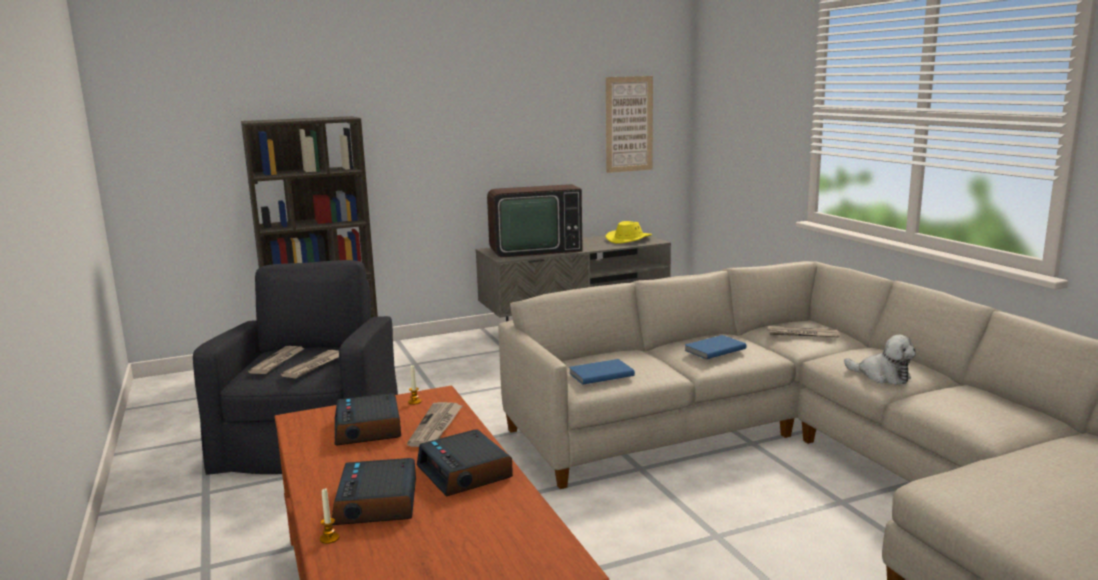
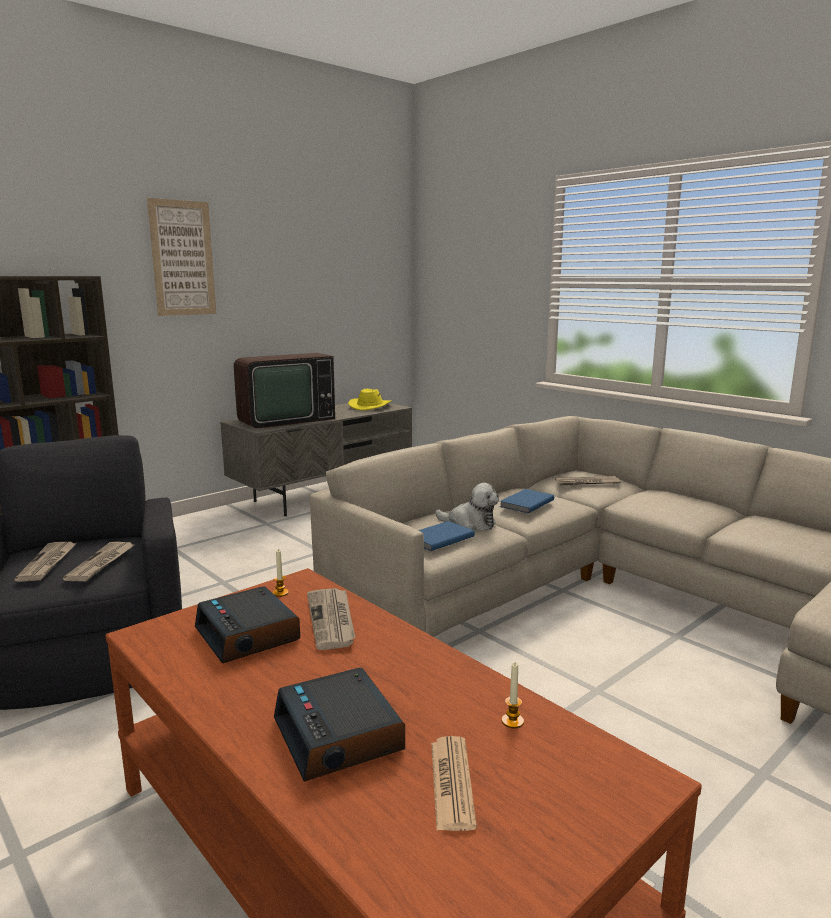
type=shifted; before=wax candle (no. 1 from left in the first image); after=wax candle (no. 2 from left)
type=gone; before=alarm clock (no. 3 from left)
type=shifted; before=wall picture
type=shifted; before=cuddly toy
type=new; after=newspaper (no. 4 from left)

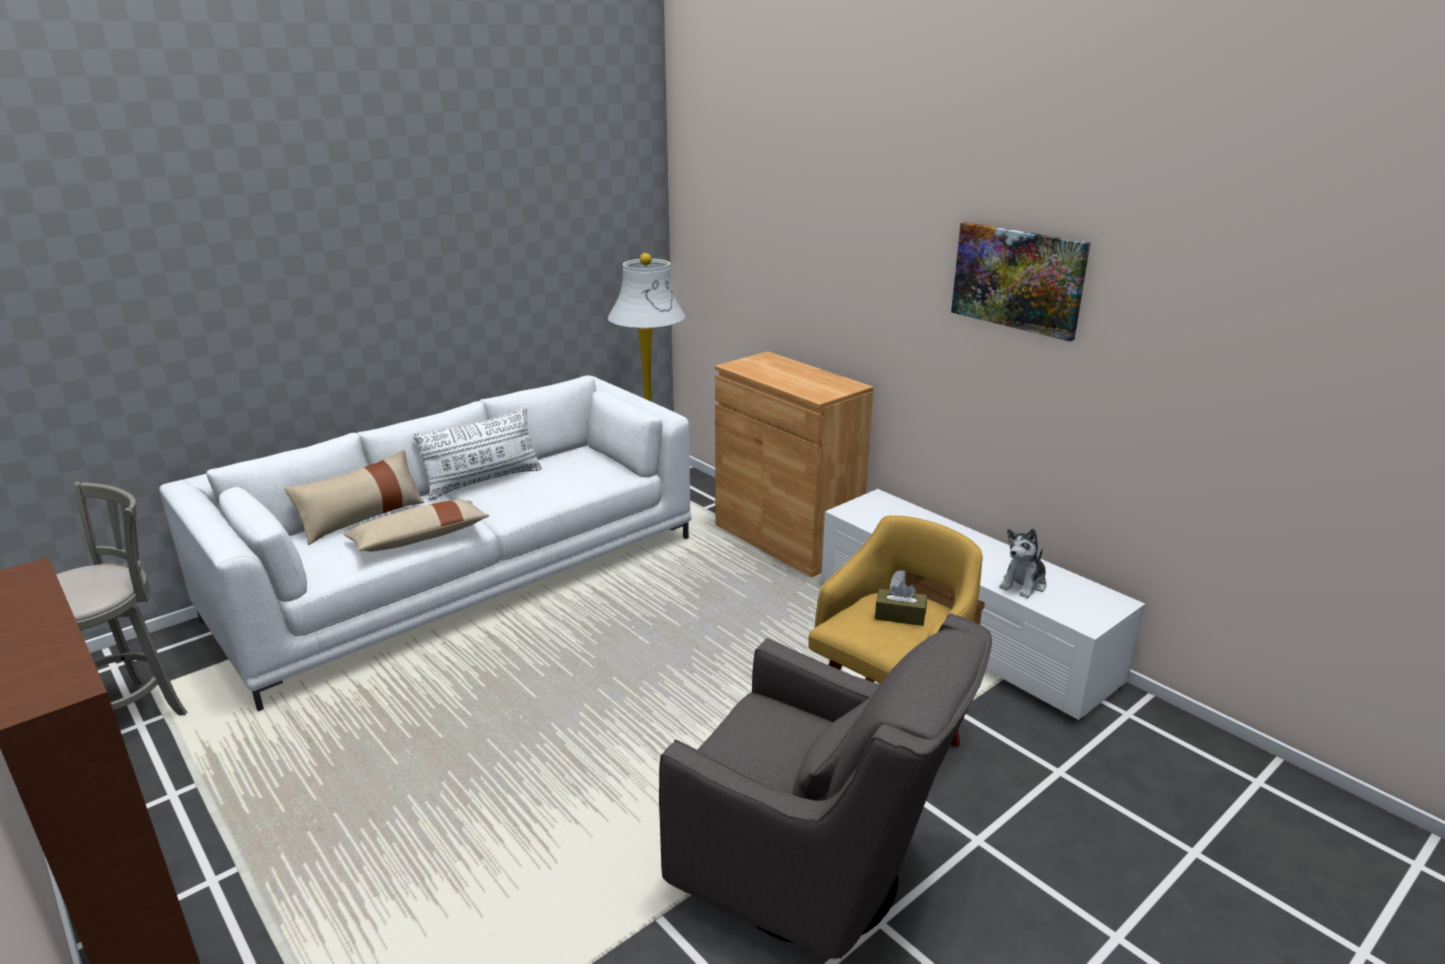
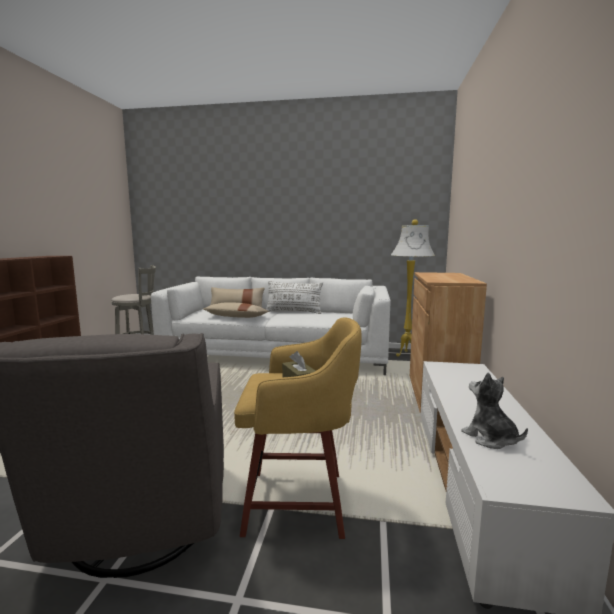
type=gone; before=wall picture
type=rotated; before=cuddly toy; turn=60

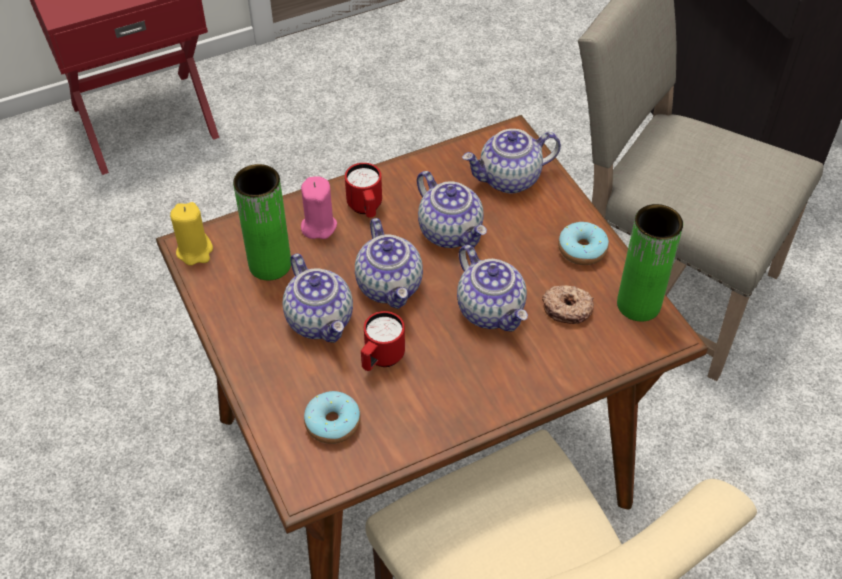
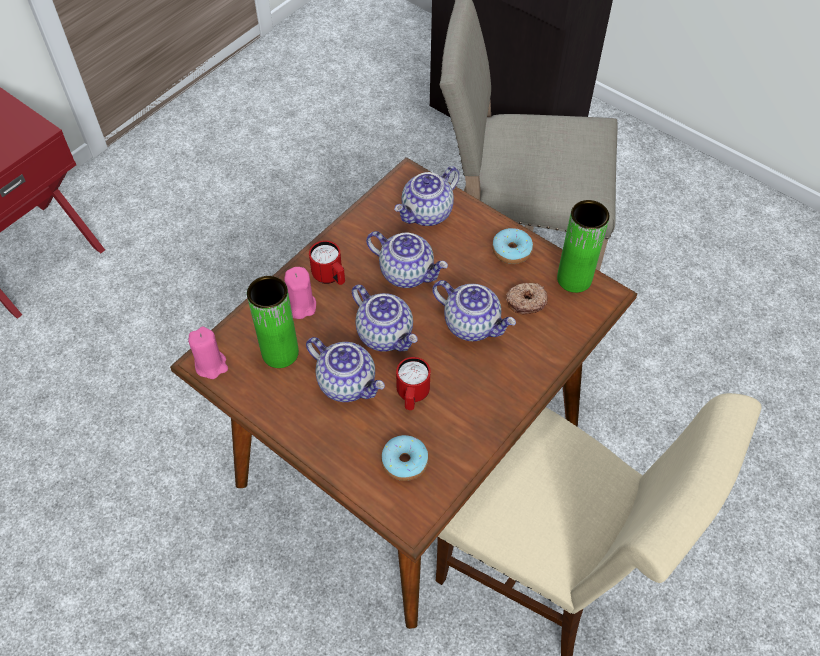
type=repainted; before=yellow-coloured wax candle; after=pink-coloured wax candle (no. 1 from left)

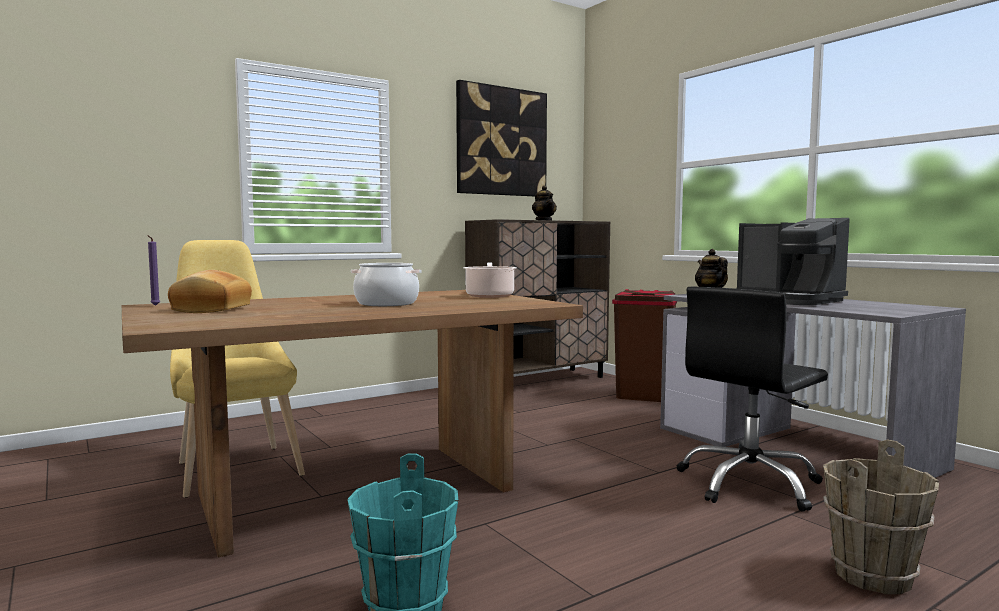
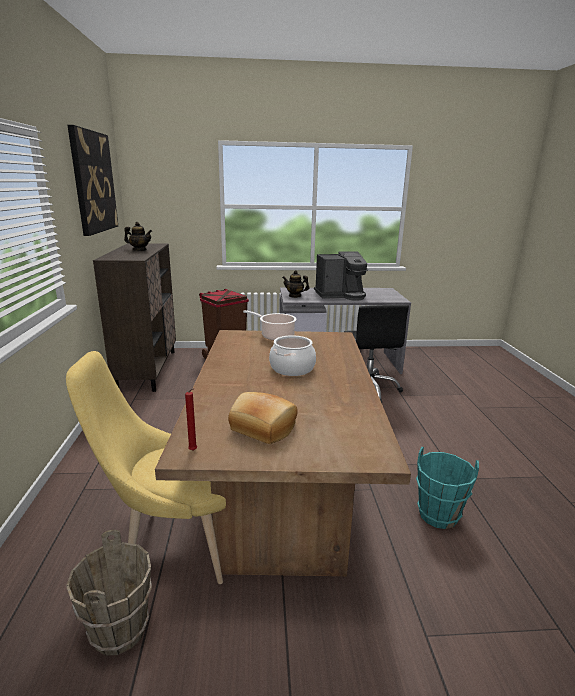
type=repainted; before=purple-coloured wax candle; after=reddish wax candle
type=shifted; before=brownish water bucket

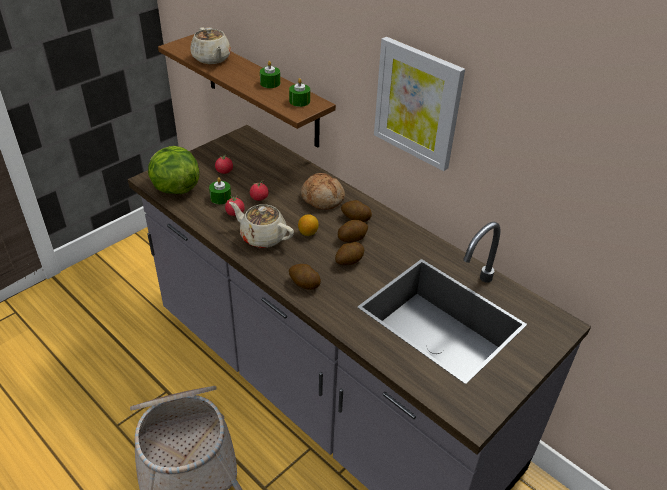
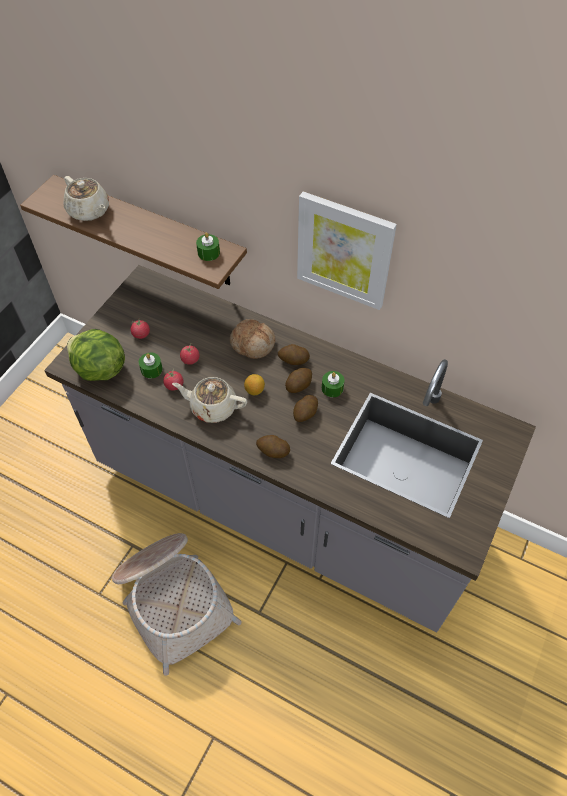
type=shifted; before=green wax candle (no. 2 from left in the first image); after=green wax candle (no. 3 from left)

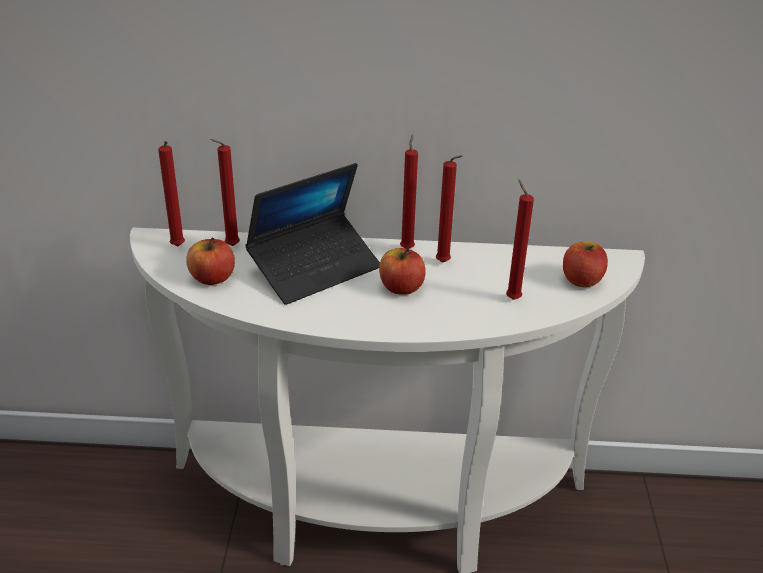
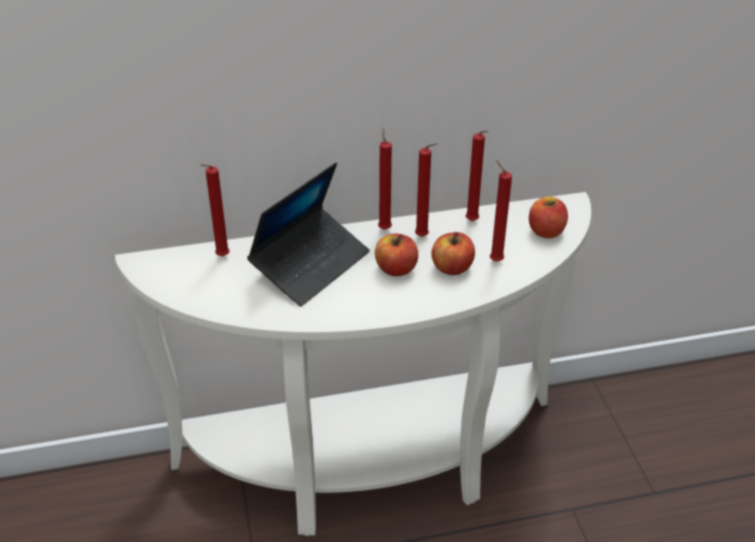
type=shifted; before=reddish wax candle (no. 1 from left in the first image); after=reddish wax candle (no. 4 from left)
type=shifted; before=whole apple (no. 1 from left in the first image); after=whole apple (no. 2 from left)

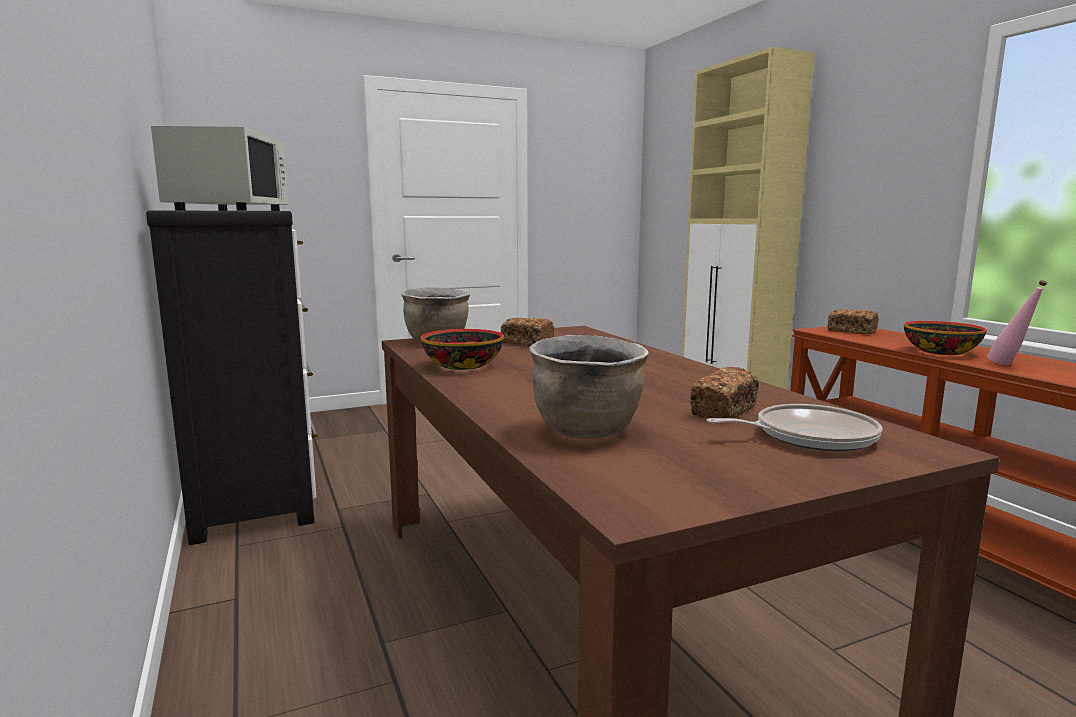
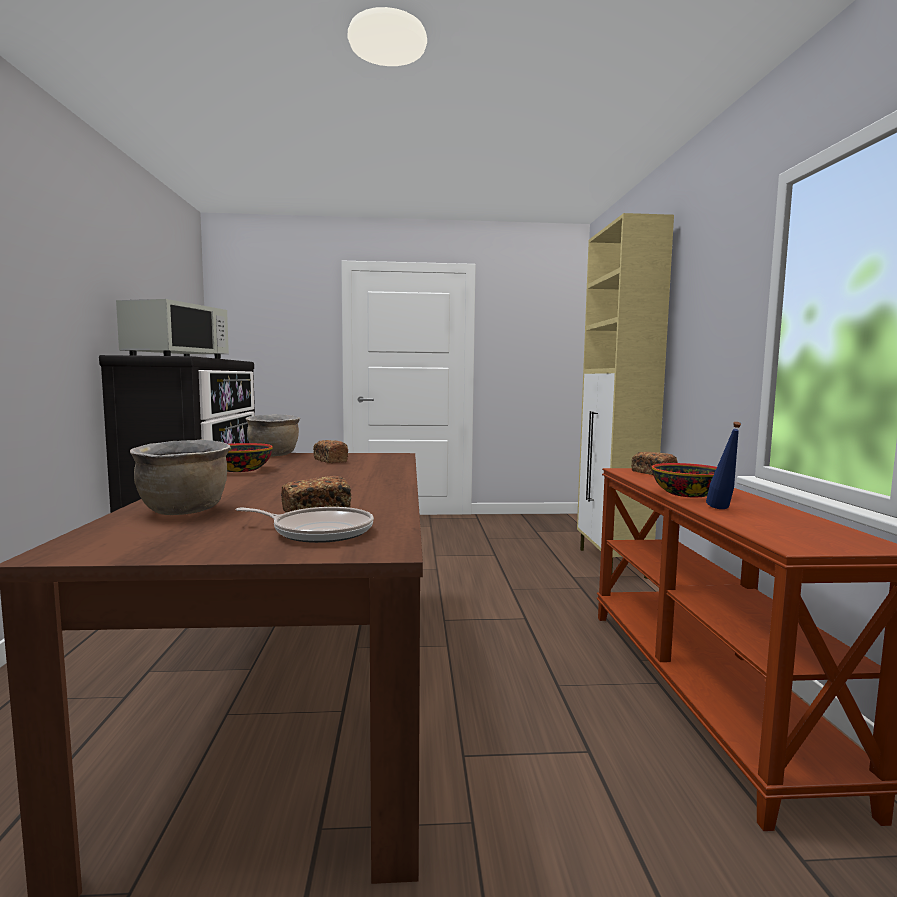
type=repainted; before=pink-coloured beverage bottle; after=blue beverage bottle

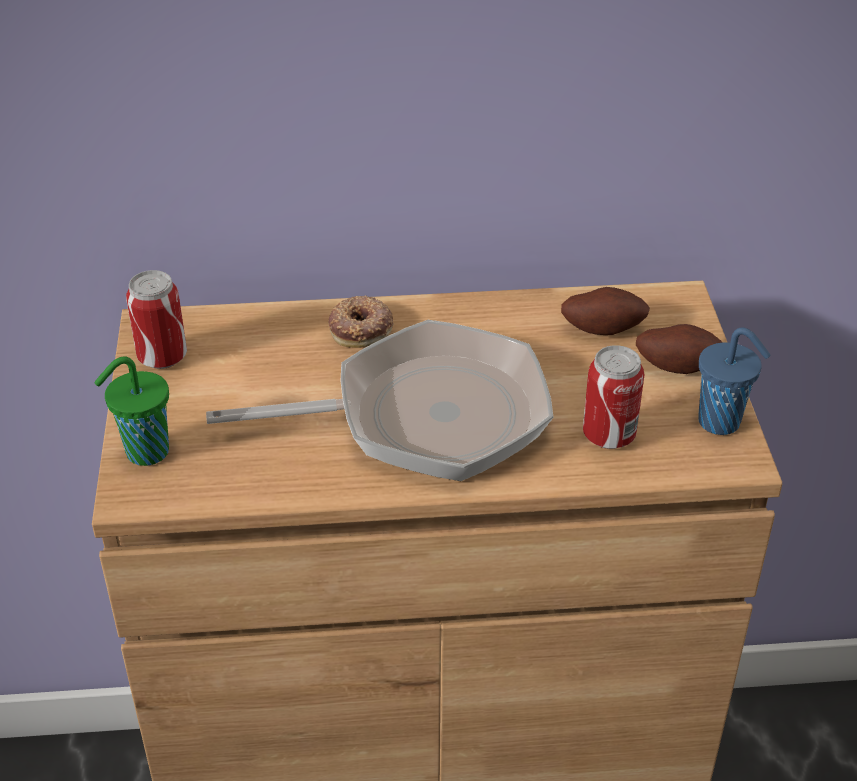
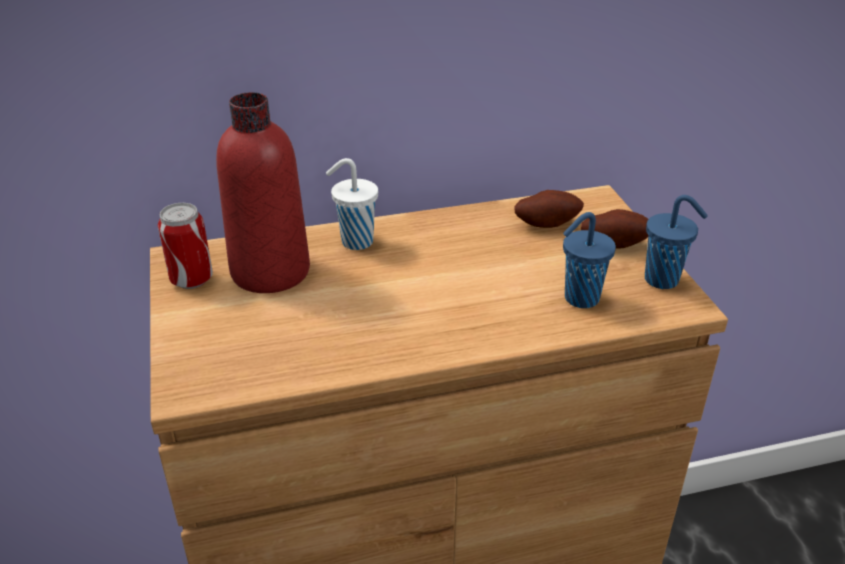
type=gone; before=green cup
type=gone; before=frying pan
type=swapped; before=ring doughnut; after=white cup
type=swapped; before=metal can (no. 2 from left); after=blue cup (no. 1 from left)
type=new; after=reddish beverage bottle

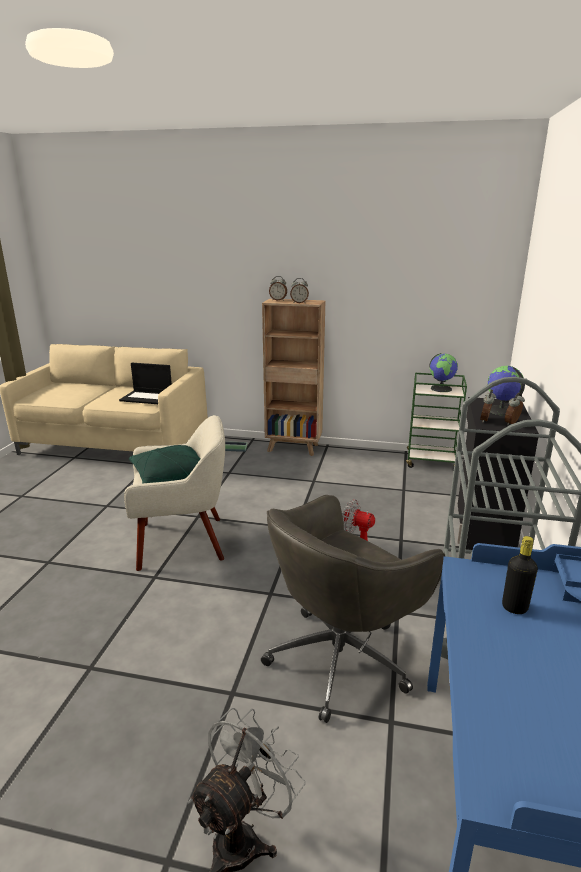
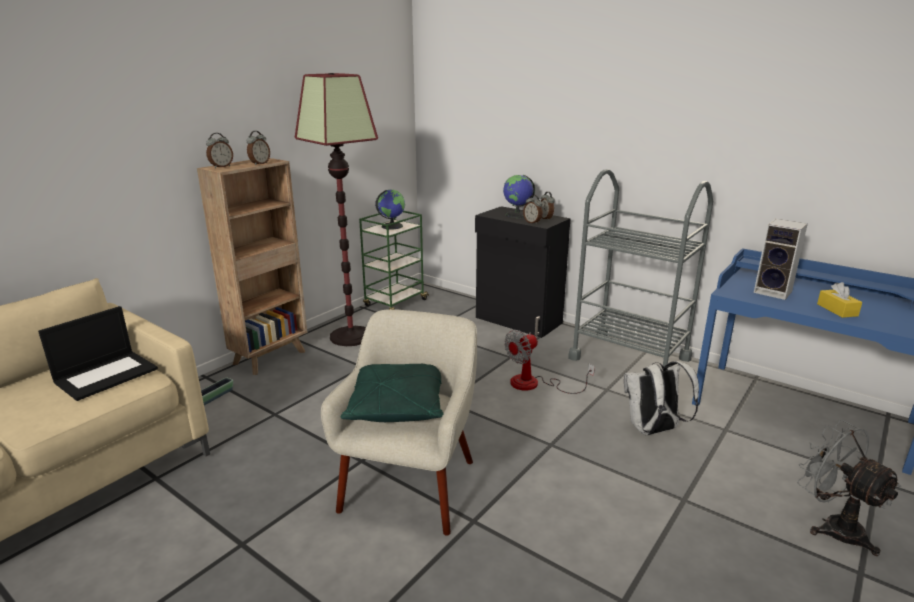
type=swapped; before=gray office chair; after=white rucksack
type=swapped; before=blackish beverage bottle; after=loudspeaker
type=new; after=floor lamp
type=new; after=yellow-coloured tissue box

